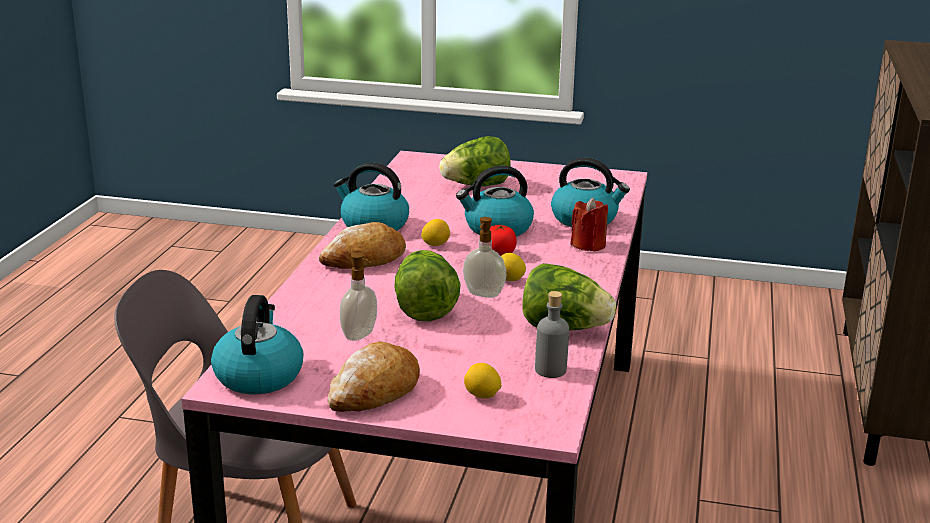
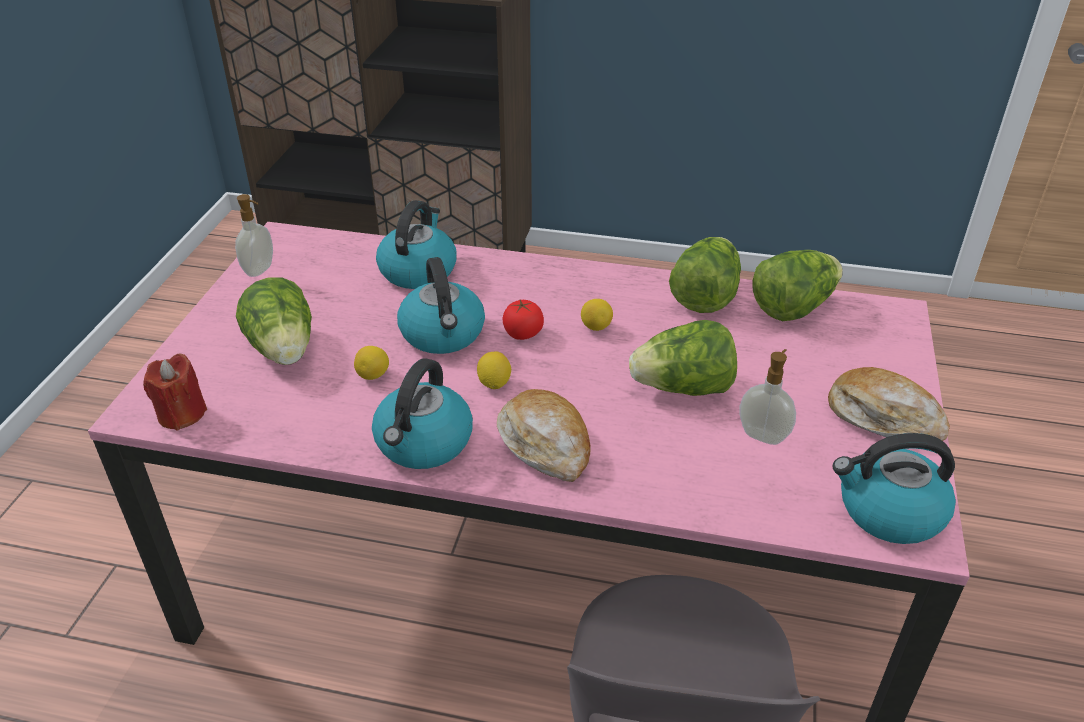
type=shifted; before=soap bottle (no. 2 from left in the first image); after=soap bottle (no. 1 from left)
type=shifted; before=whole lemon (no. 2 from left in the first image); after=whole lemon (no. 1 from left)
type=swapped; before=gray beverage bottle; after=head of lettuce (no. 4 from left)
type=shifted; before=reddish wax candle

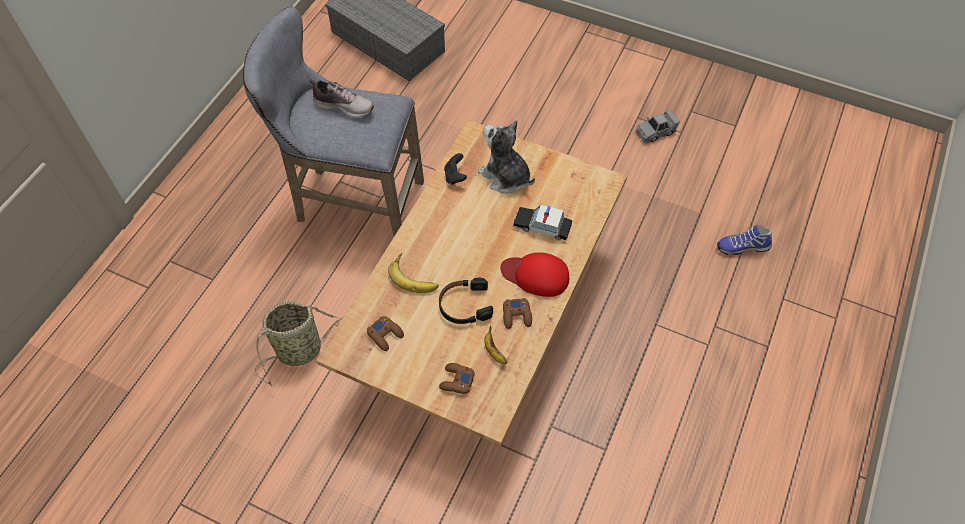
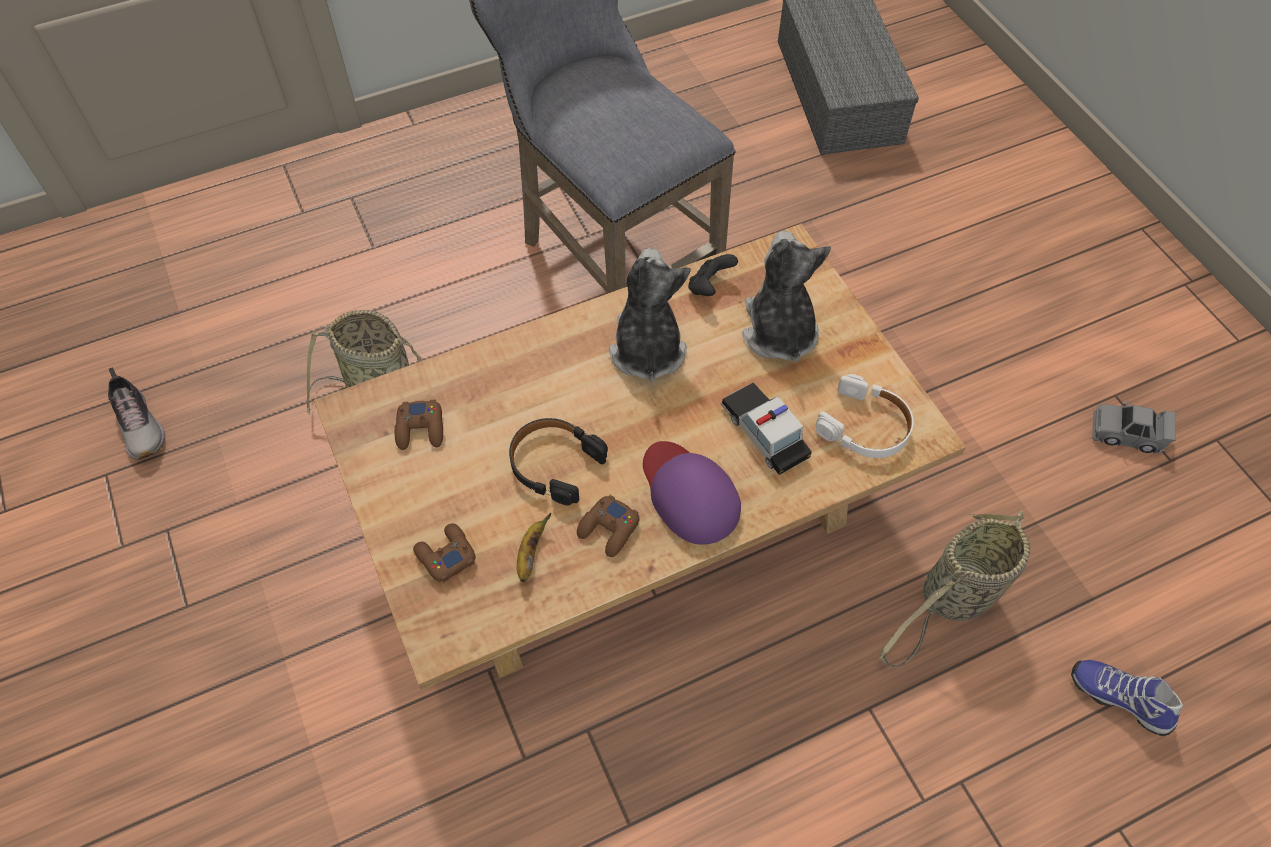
type=shifted; before=item of footwear (no. 1 from left)
type=gone; before=banana (no. 1 from left)
type=repainted; before=reddish peaked cap; after=purple-coloured peaked cap
type=new; after=cuddly toy (no. 1 from left)
type=new; after=white headphones
type=new; after=basket (no. 2 from left)

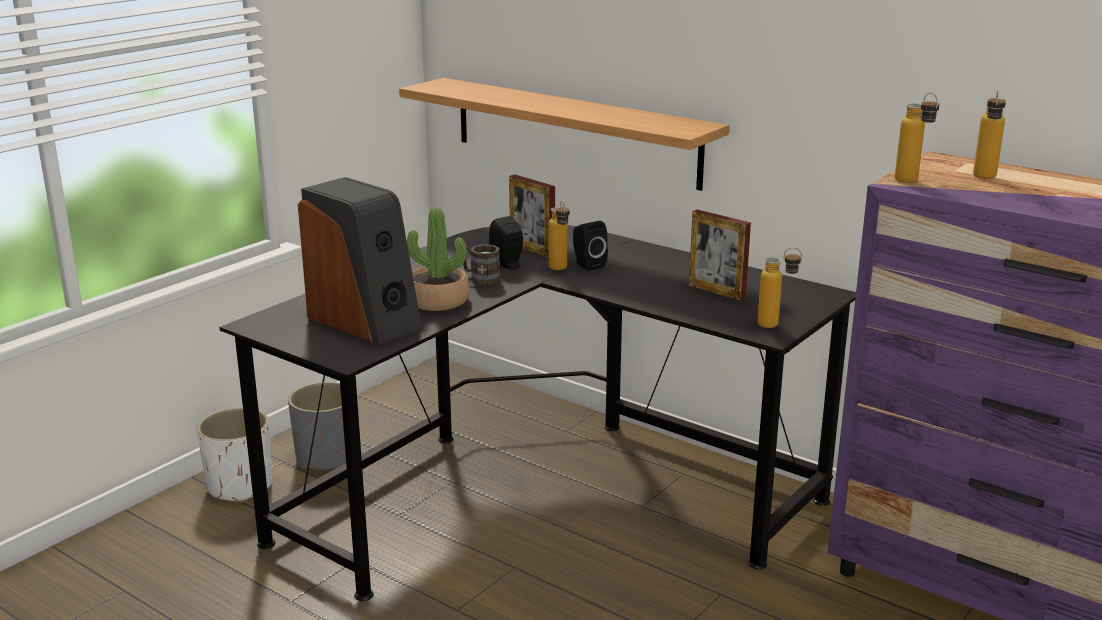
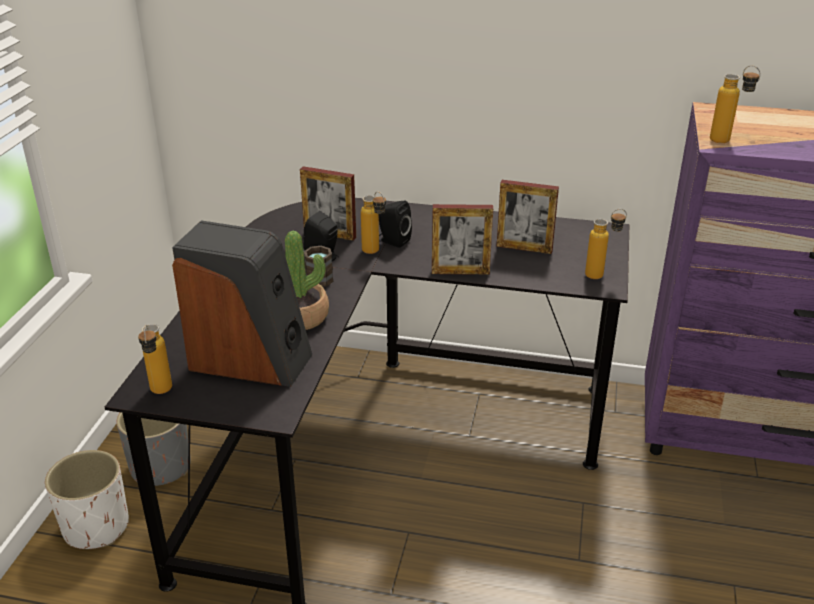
type=gone; before=wall shelf
type=shifted; before=beverage bottle (no. 4 from left in the first image); after=beverage bottle (no. 1 from left)
type=new; after=standing frame (no. 2 from left)

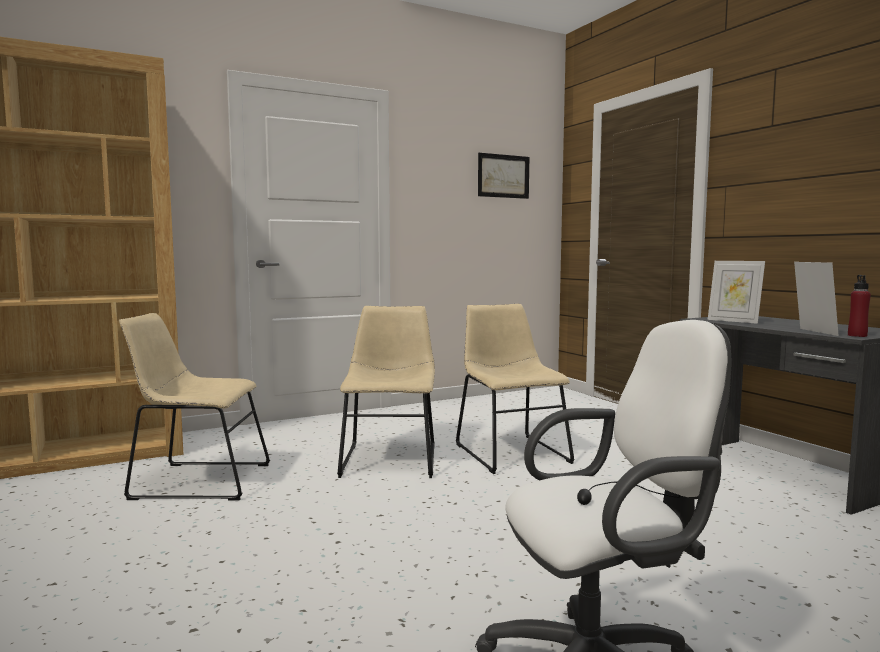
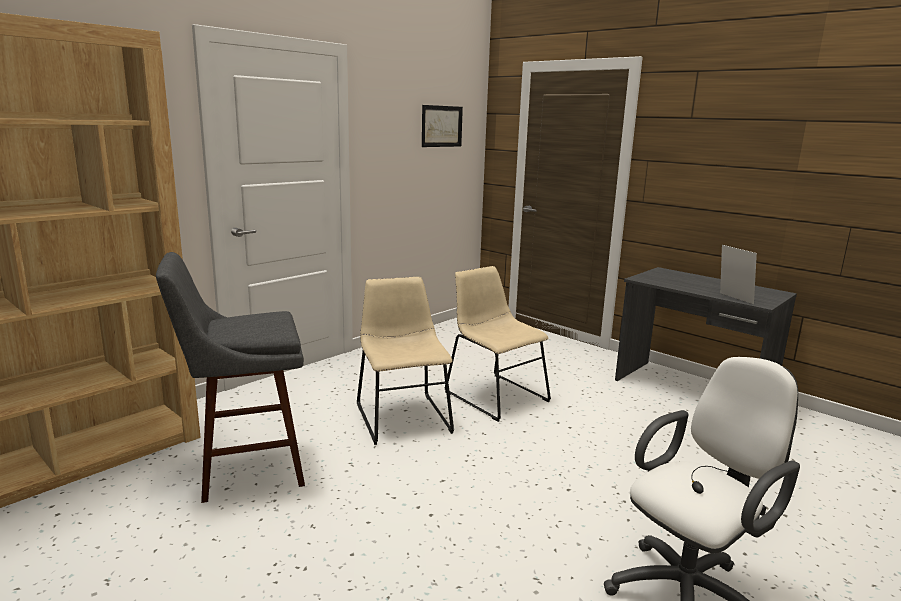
type=swapped; before=beige-coloured chair (no. 1 from left); after=gray sitting stool
type=gone; before=standing frame (no. 1 from left)
type=gone; before=reddish beverage bottle

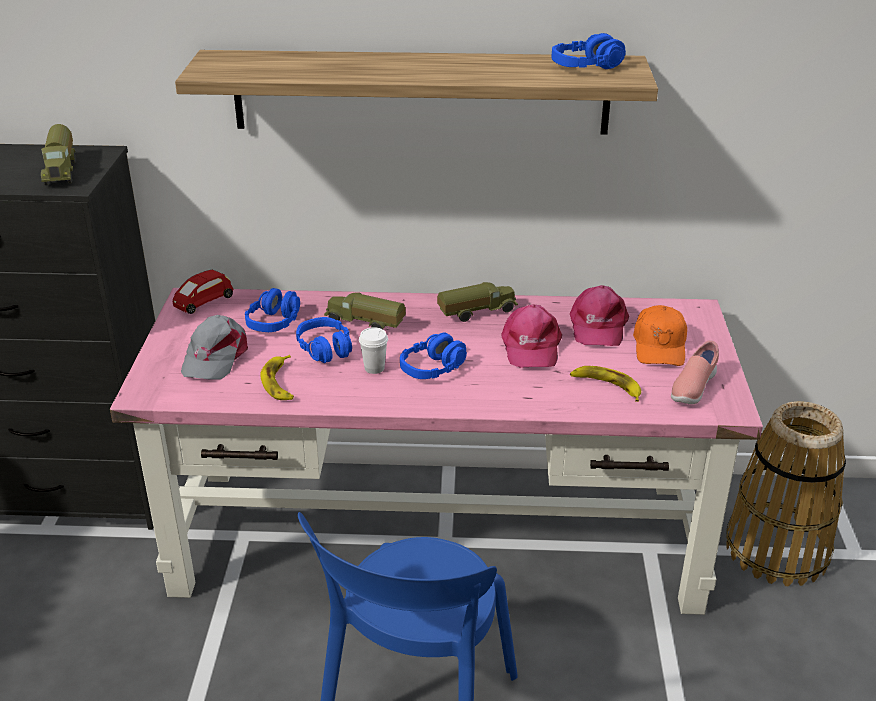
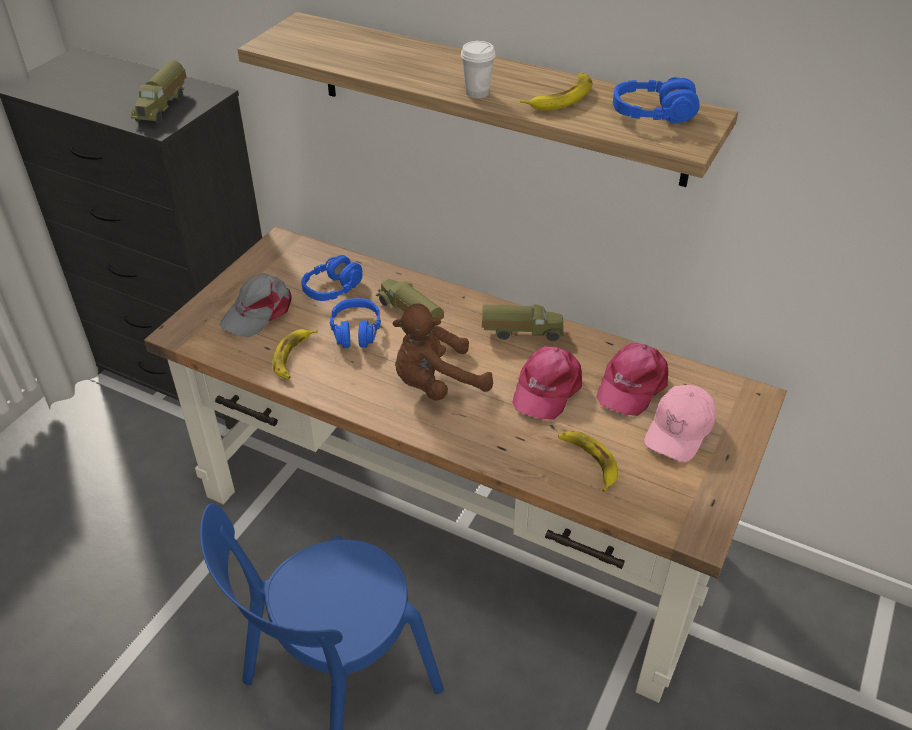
type=repainted; before=pink-coloured desk unit; after=brownish desk unit
type=gone; before=reddish toy car
type=shifted; before=white cup
type=swapped; before=blue headphones (no. 3 from left); after=brownish cuddly toy
type=repainted; before=orangey peaked cap; after=pink-coloured peaked cap (no. 3 from left)
type=gone; before=pink-coloured item of footwear
type=gone; before=basket
type=new; after=banana (no. 2 from left)

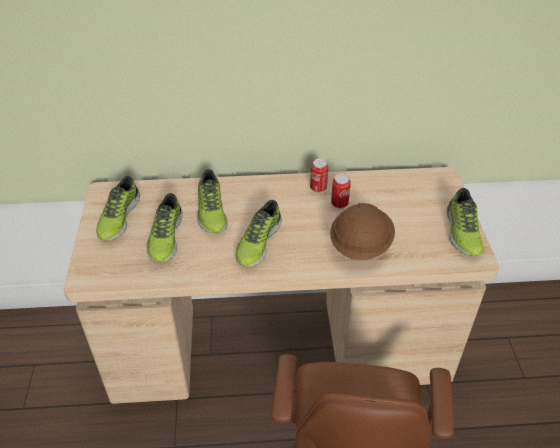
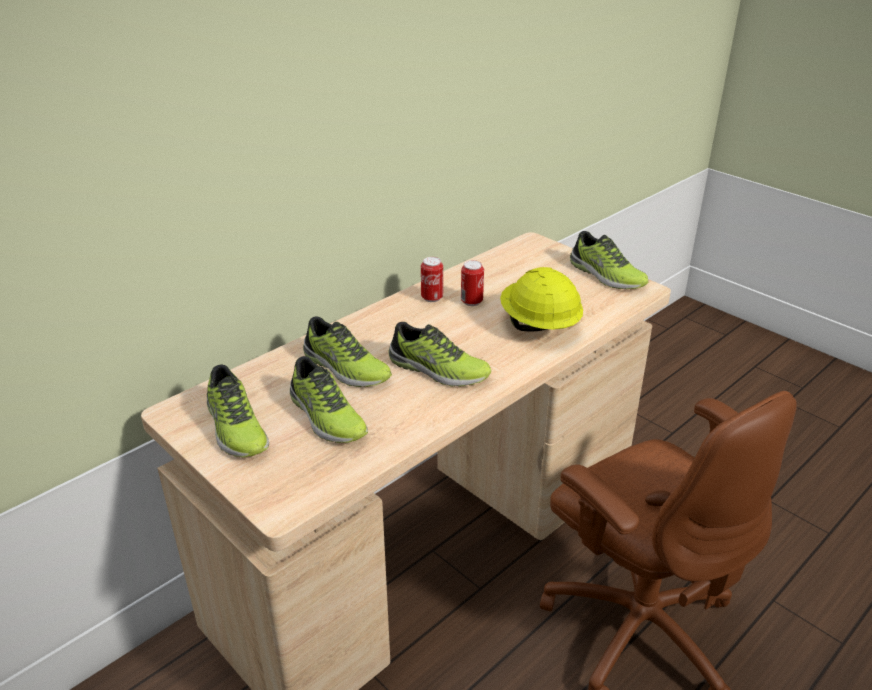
type=rotated; before=item of footwear (no. 4 from left); turn=-45
type=repainted; before=brownish safety helmet; after=yellow-coloured safety helmet

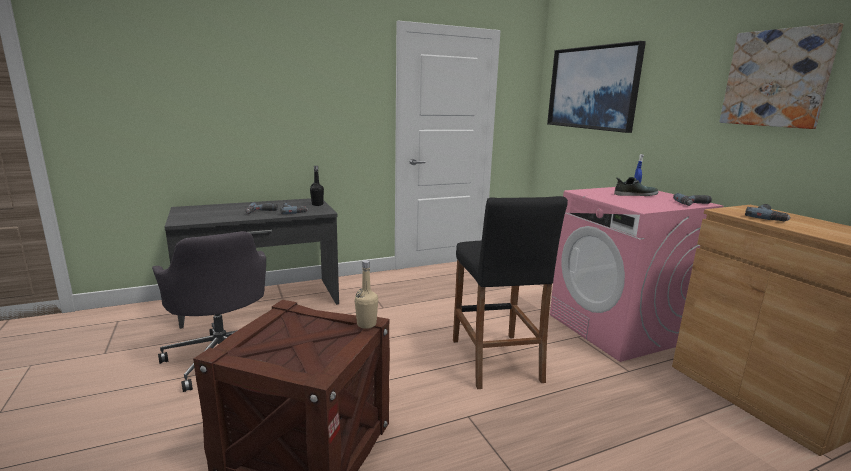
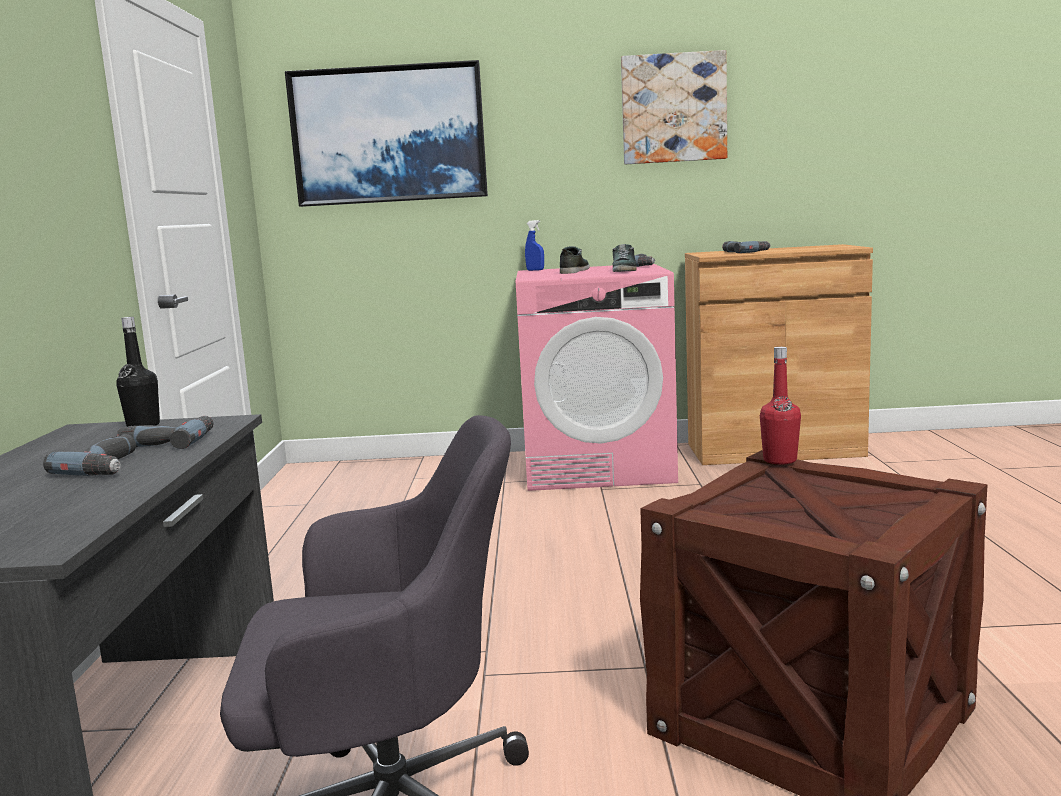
type=repainted; before=beige-coloured beverage bottle; after=reddish beverage bottle
type=gone; before=blackish sitting stool
type=new; after=item of footwear (no. 2 from left)

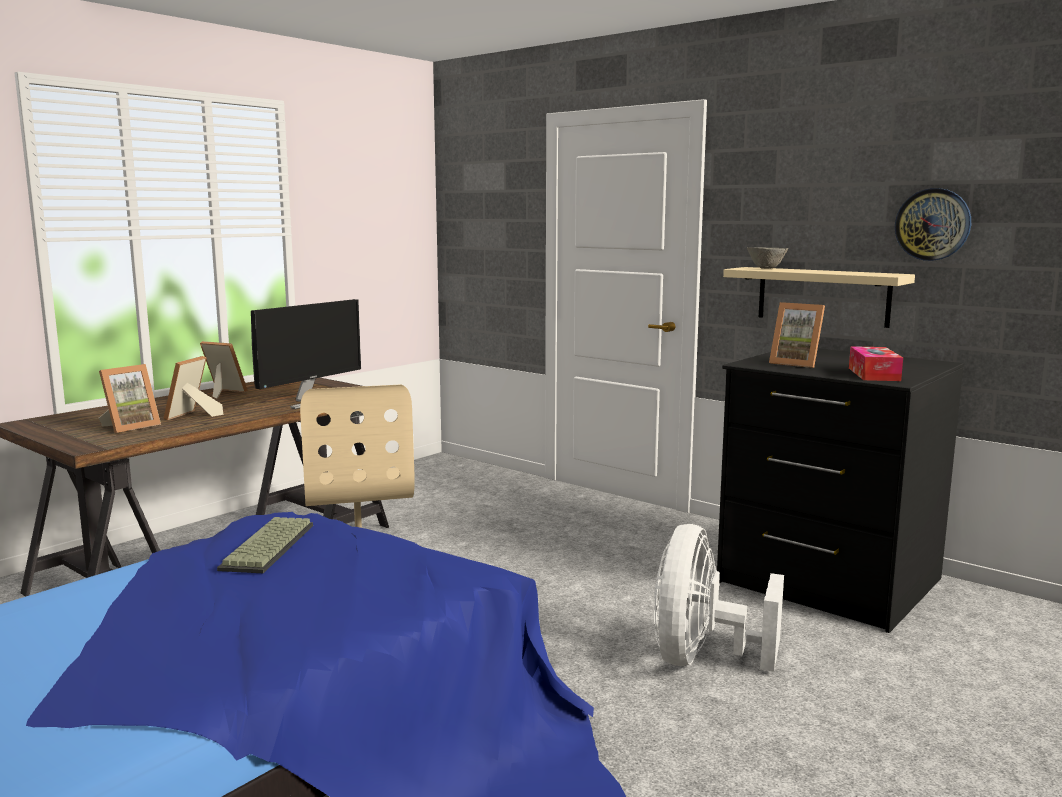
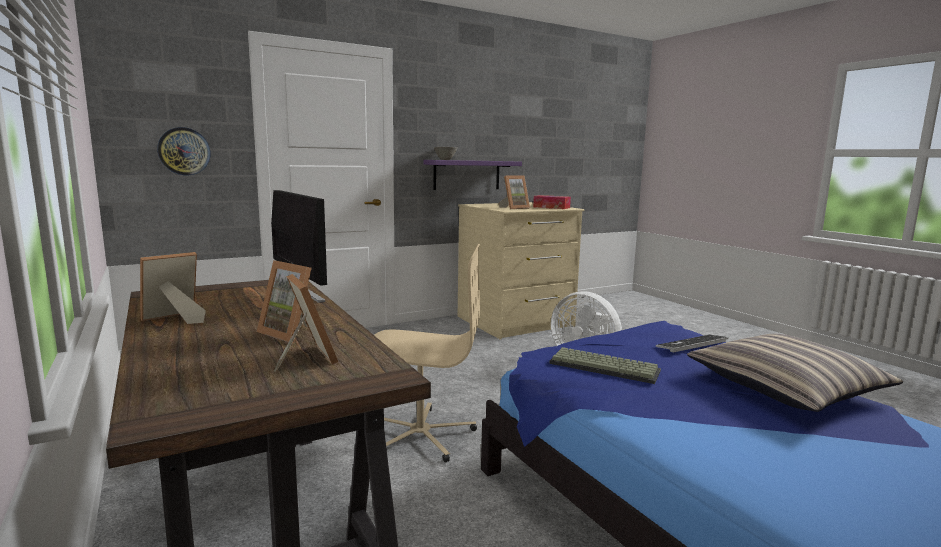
type=repainted; before=blackish chest of drawers; after=beige-coloured chest of drawers
type=repainted; before=beige-coloured wall shelf; after=purple-coloured wall shelf
type=shifted; before=clock on the wall
type=new; after=PC keyboard (no. 2 from left)
type=new; after=throw pillow

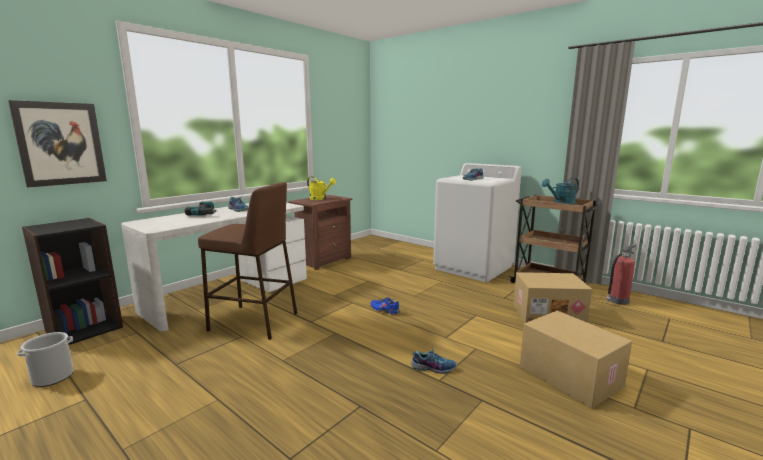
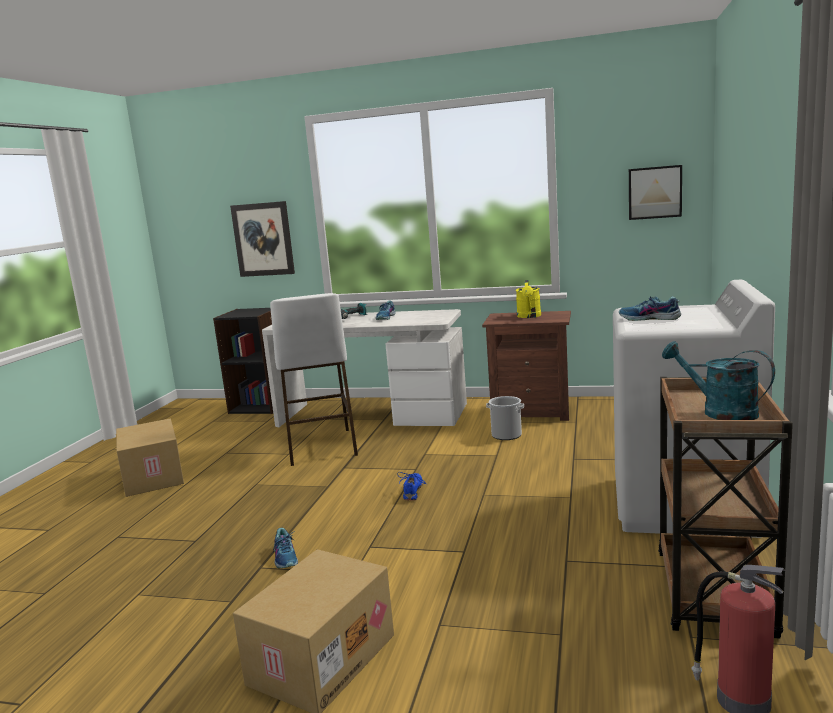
type=shifted; before=water bucket
type=repainted; before=brownish sitting stool; after=white sitting stool
type=shifted; before=packing box (no. 1 from left)
type=new; after=wall picture (no. 2 from left)

